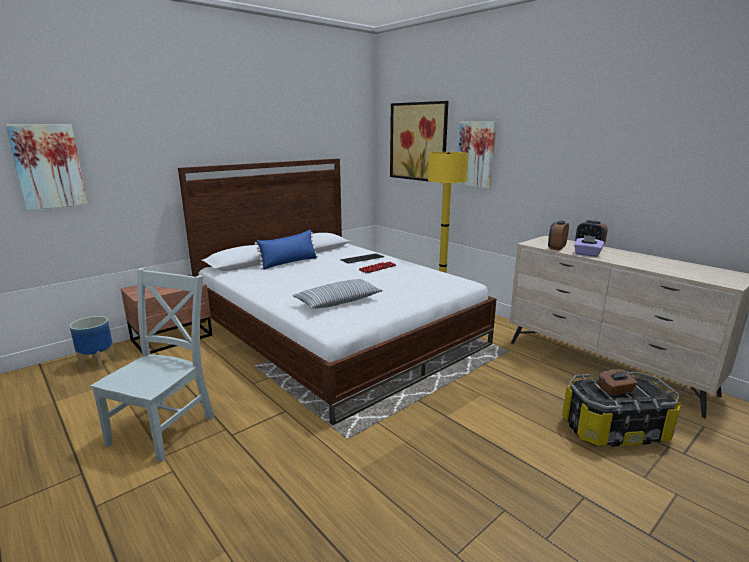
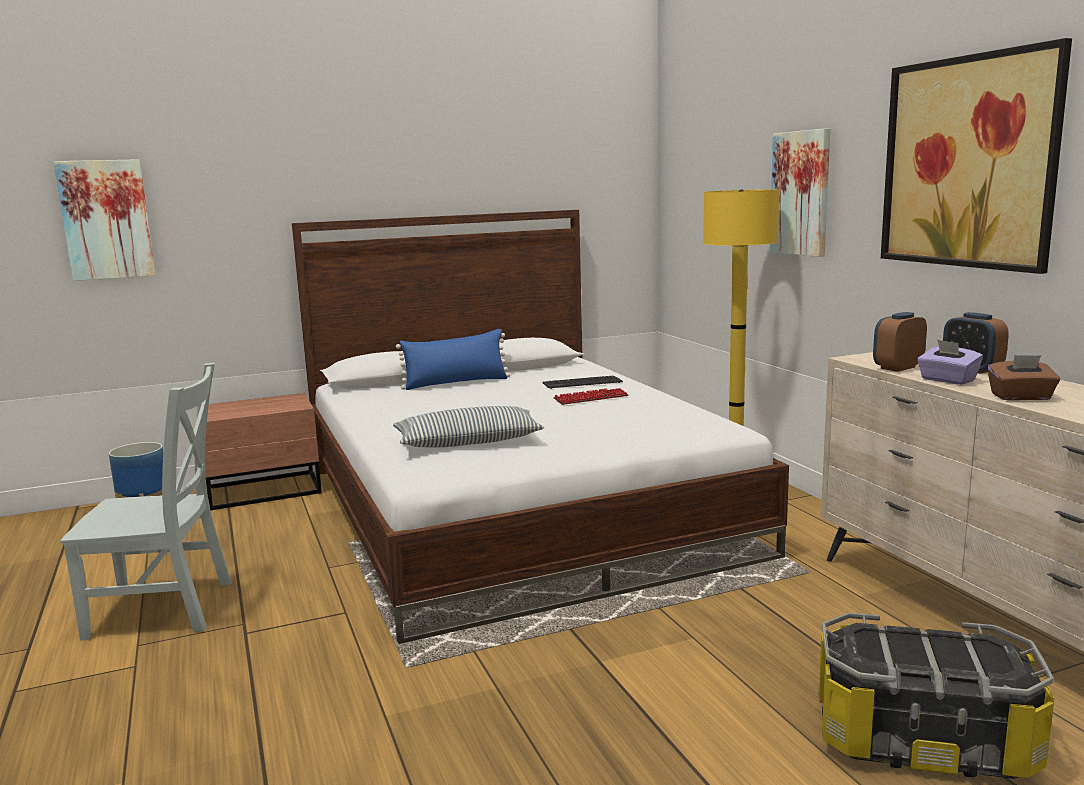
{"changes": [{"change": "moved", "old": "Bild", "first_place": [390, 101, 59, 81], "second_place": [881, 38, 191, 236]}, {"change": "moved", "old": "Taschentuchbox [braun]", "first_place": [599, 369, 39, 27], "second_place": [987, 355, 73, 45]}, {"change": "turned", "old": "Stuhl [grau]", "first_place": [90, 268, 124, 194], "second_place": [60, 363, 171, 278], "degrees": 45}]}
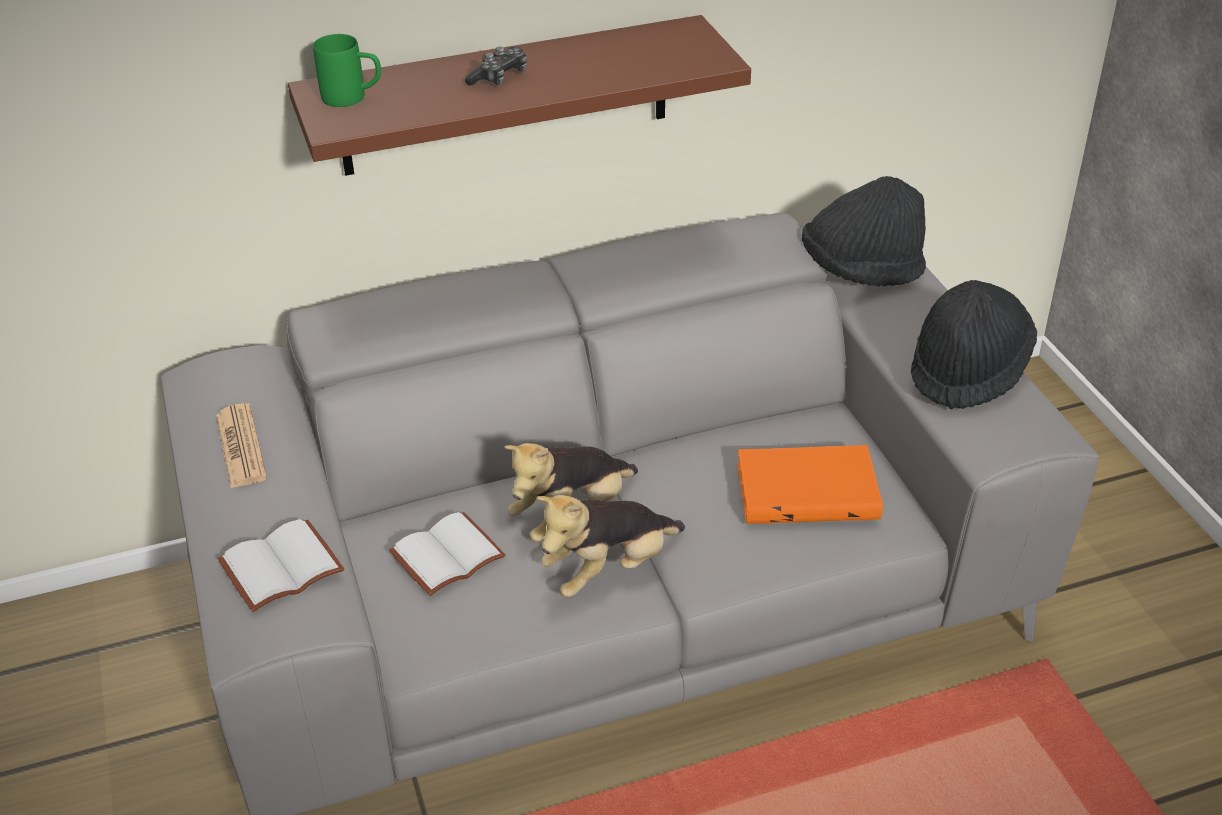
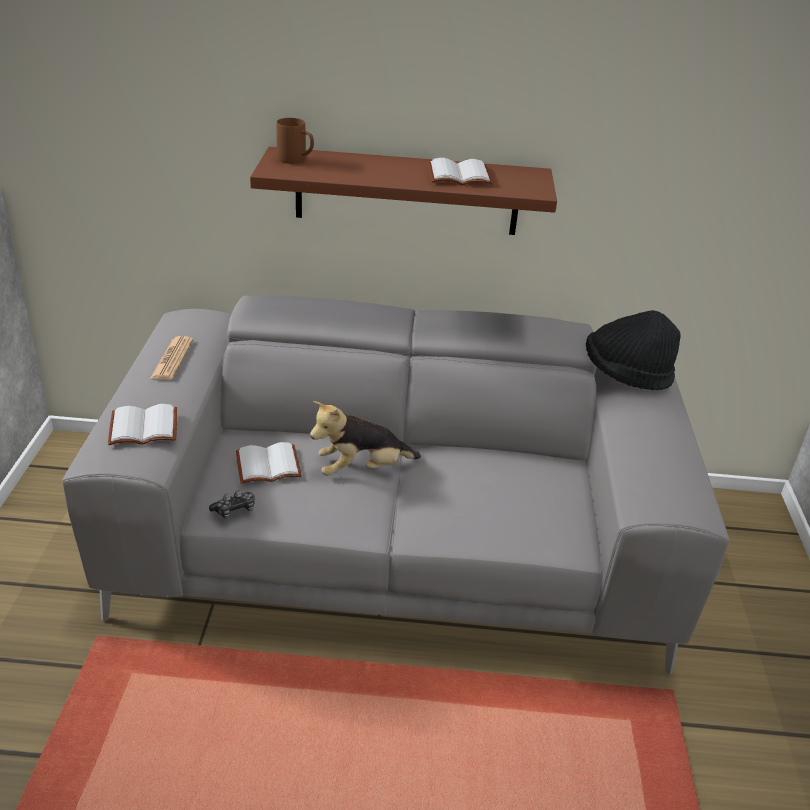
{"changes": [{"change": "removed", "old": "Plüschtier", "first_place": [537, 495, 148, 103]}, {"change": "removed", "old": "Buch [orange]", "first_place": [737, 445, 146, 79]}, {"change": "removed", "old": "Hut [schwarz]", "first_place": [911, 280, 126, 129]}, {"change": "added", "new": "Buch [weiß]", "second_place": [428, 158, 65, 27]}, {"change": "moved", "old": "Gamepad", "first_place": [465, 47, 62, 39], "second_place": [209, 490, 46, 29]}, {"change": "recoloured", "old": "Henkelbecher [grün]", "new": "Henkelbecher [braun]", "first_place": [313, 34, 68, 73], "second_place": [276, 118, 38, 46]}]}
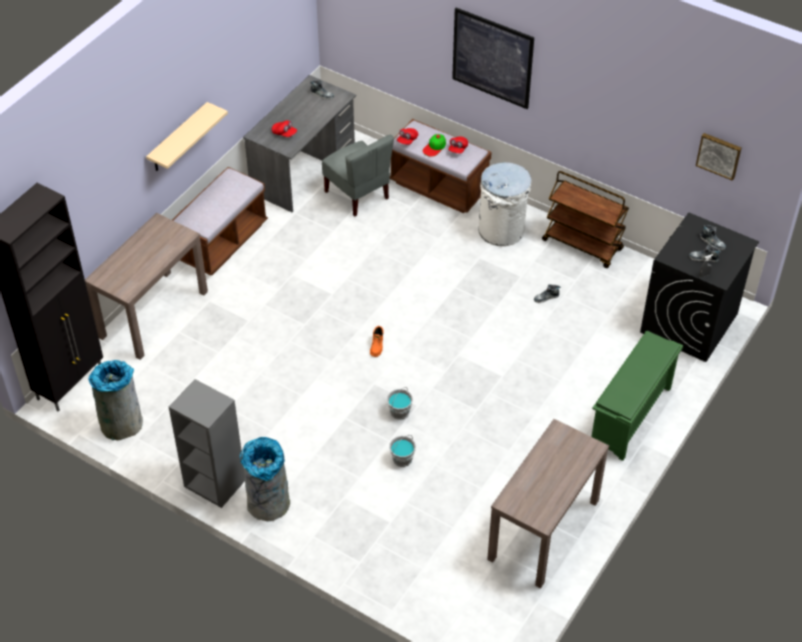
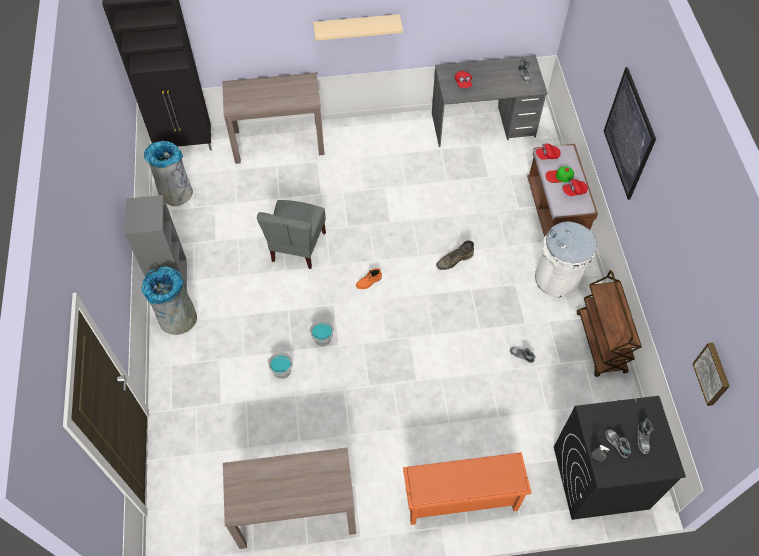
{"changes": [{"change": "removed", "old": "Bank [braun]", "first_place": [172, 167, 96, 109]}, {"change": "added", "new": "Stiefel [grün]", "second_place": [436, 240, 38, 30]}, {"change": "moved", "old": "Stuhl [grau]", "first_place": [322, 135, 72, 81], "second_place": [257, 200, 69, 69]}, {"change": "recoloured", "old": "Schuhregal [grün]", "new": "Schuhregal [orange]", "first_place": [591, 331, 92, 130], "second_place": [403, 452, 128, 73]}]}
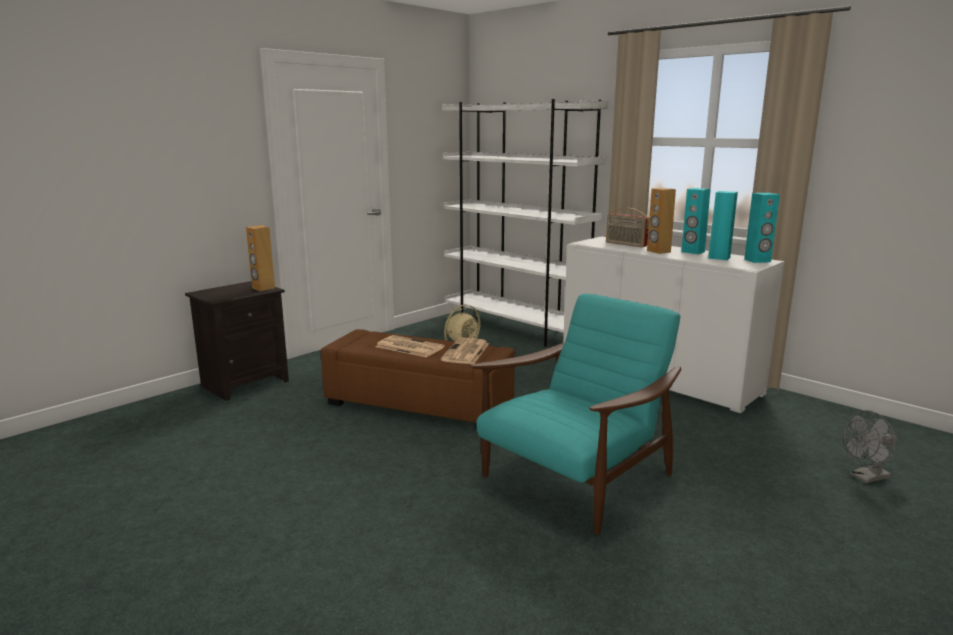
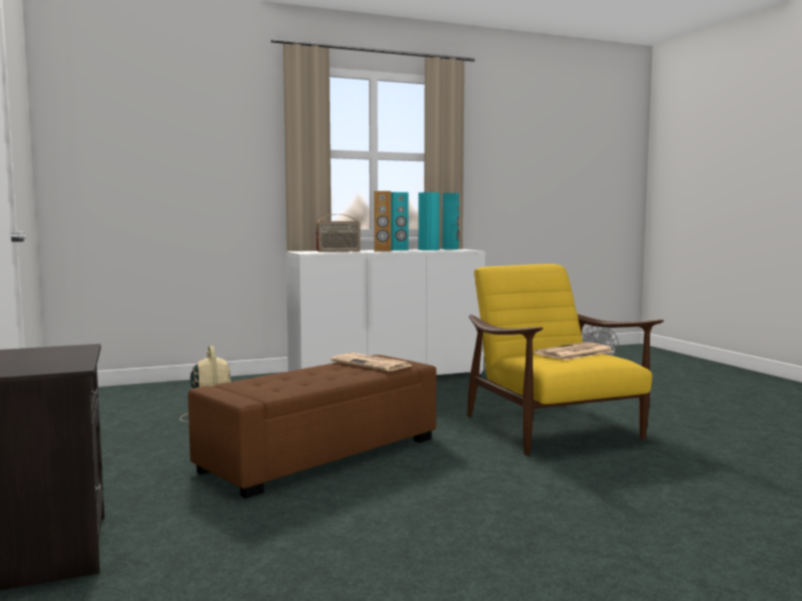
{"changes": [{"change": "removed", "old": "Lautsprecher [braun]", "first_place": [246, 225, 29, 66]}, {"change": "removed", "old": "Bücherregal [weiß]", "first_place": [442, 99, 166, 247]}, {"change": "moved", "old": "Zeitung", "first_place": [376, 335, 68, 22], "second_place": [534, 342, 80, 18]}, {"change": "recoloured", "old": "Sessel [türkis]", "new": "Sessel [gelb]", "first_place": [470, 294, 211, 241], "second_place": [467, 264, 197, 191]}]}
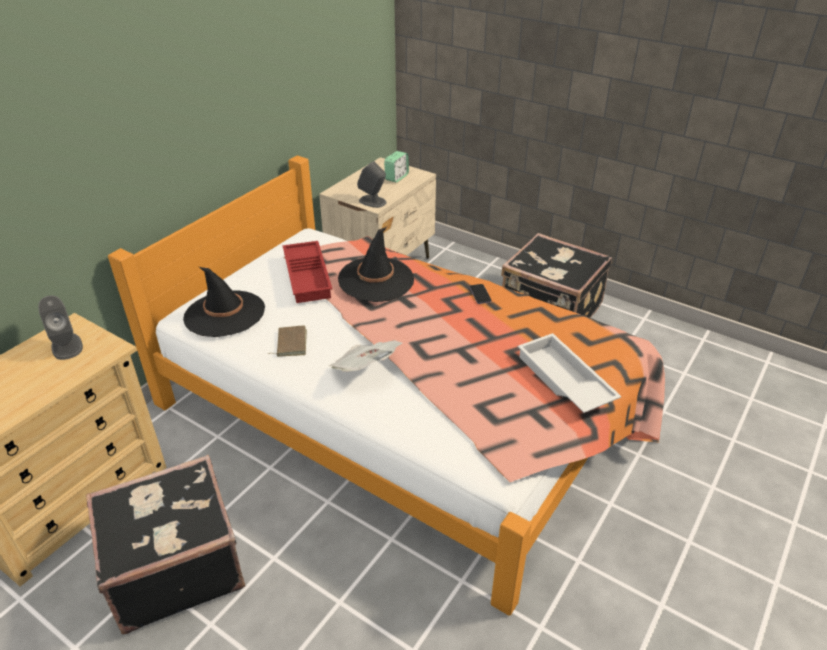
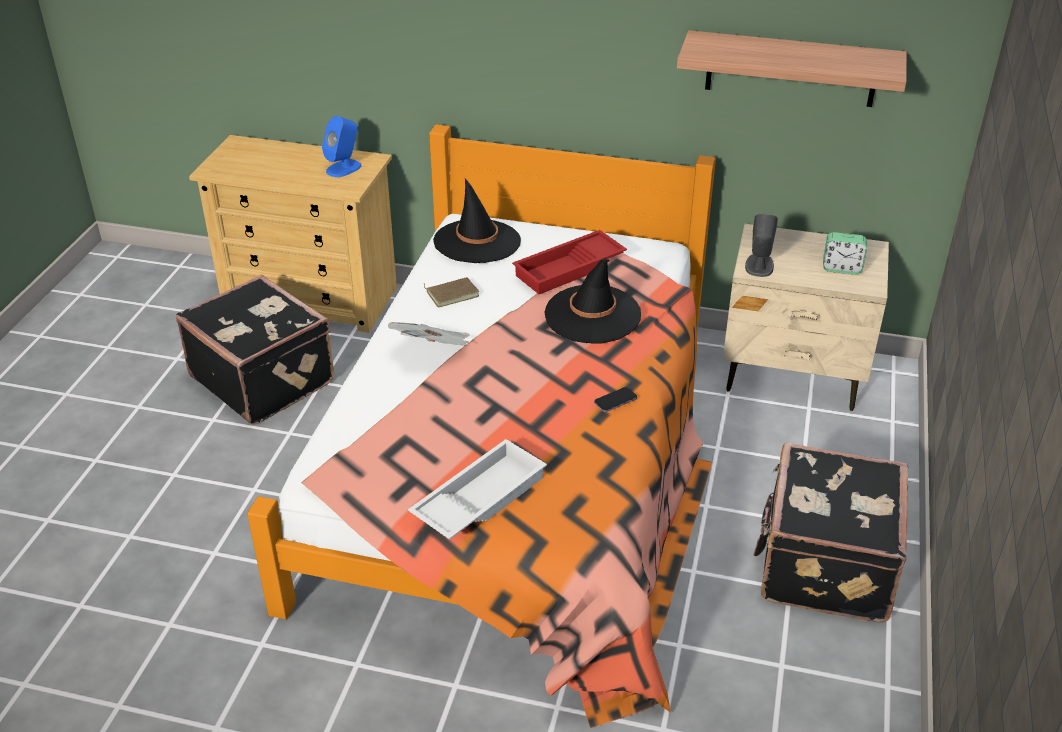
{"changes": [{"change": "added", "new": "Wandregal", "second_place": [677, 30, 230, 77]}, {"change": "recoloured", "old": "Lautsprecher [grau]", "new": "Lautsprecher [blau]", "first_place": [38, 295, 45, 65], "second_place": [322, 116, 39, 61]}]}
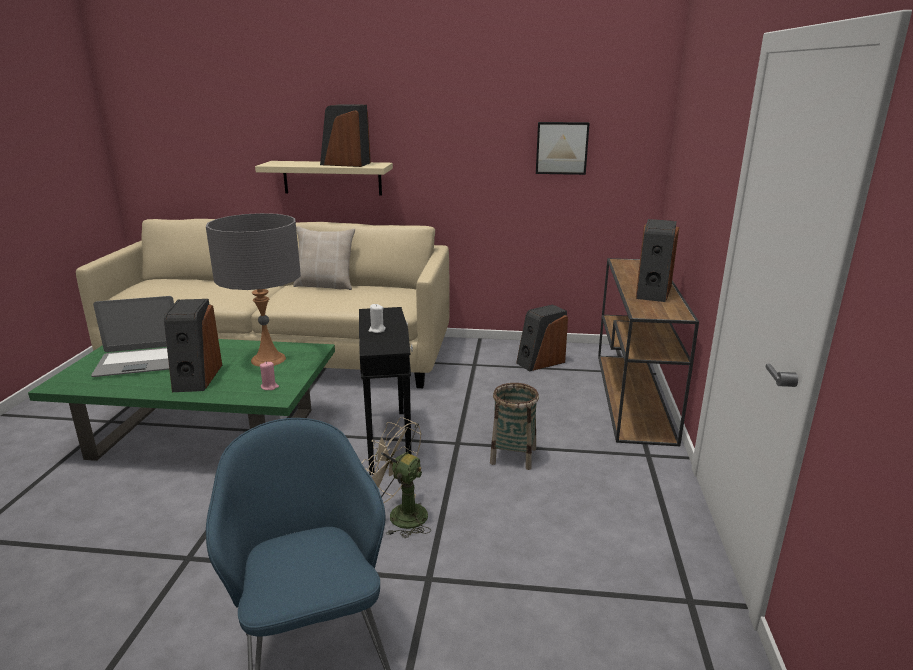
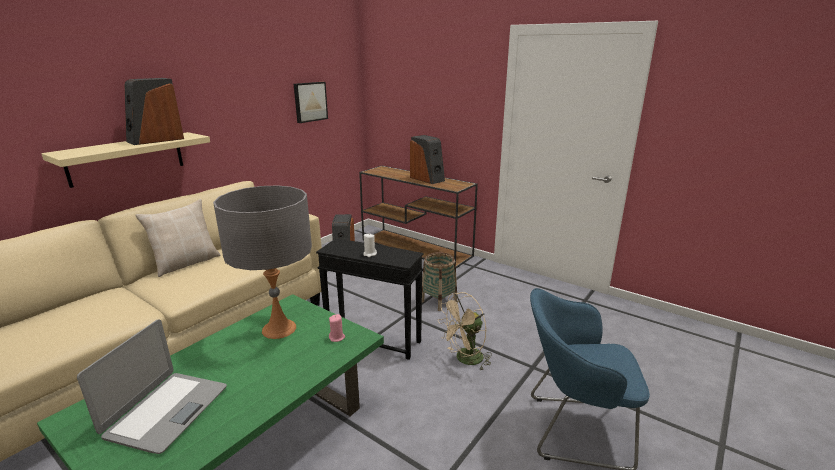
{"changes": [{"change": "removed", "old": "Lautsprecher", "first_place": [164, 299, 58, 93]}]}
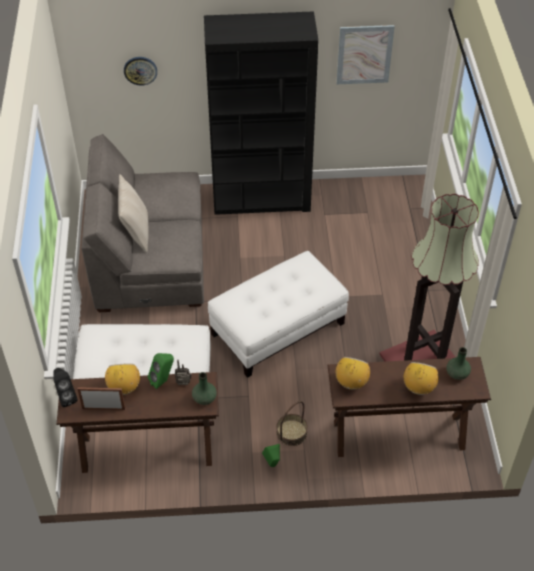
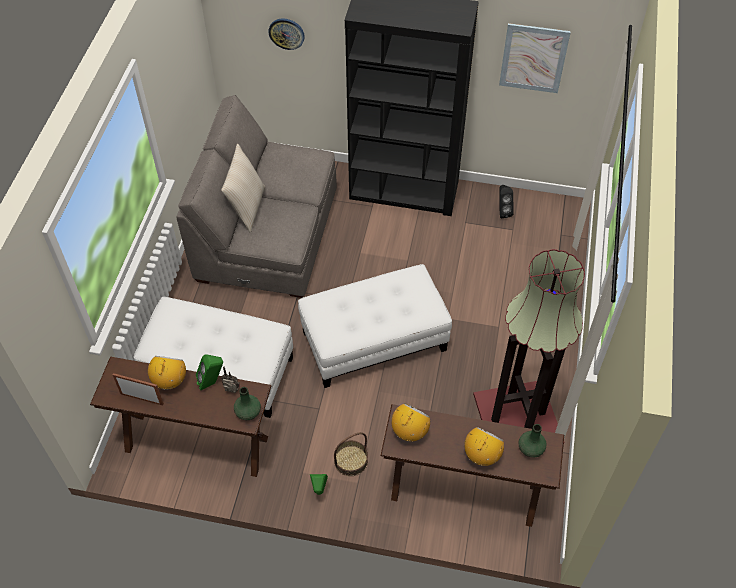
{"changes": [{"change": "moved", "old": "Lautsprecher [schwarz]", "first_place": [53, 368, 25, 39], "second_place": [499, 185, 15, 33]}]}
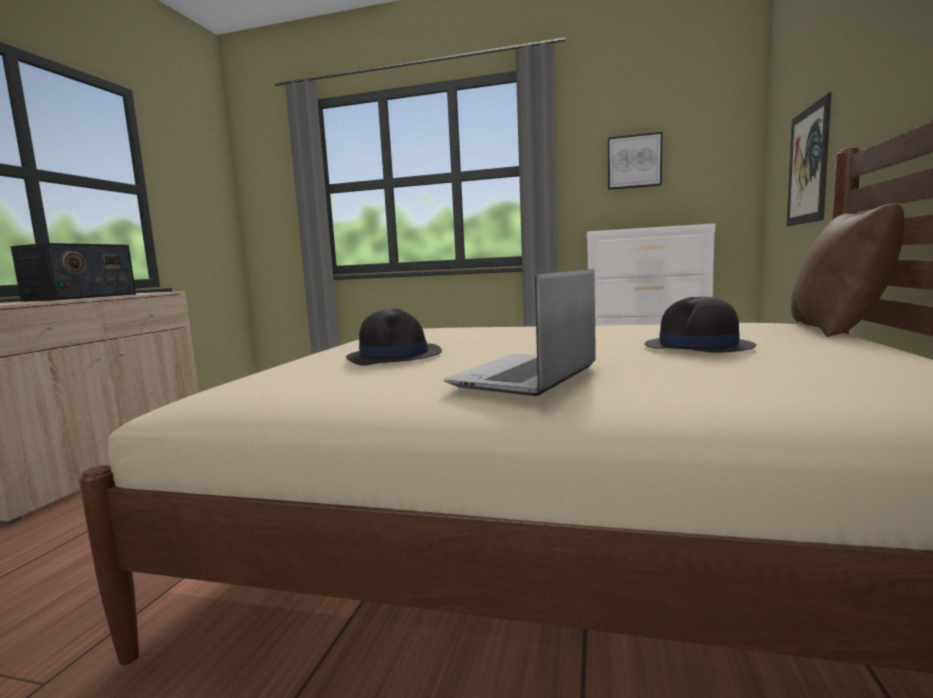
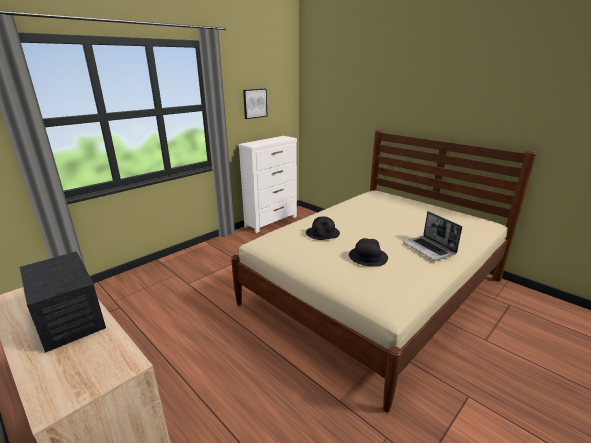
{"changes": [{"change": "removed", "old": "Bild", "first_place": [787, 92, 45, 134]}, {"change": "removed", "old": "Kissen [braun]", "first_place": [791, 203, 114, 134]}, {"change": "moved", "old": "Hut [schwarz]", "first_place": [645, 296, 111, 57], "second_place": [306, 216, 34, 24]}]}
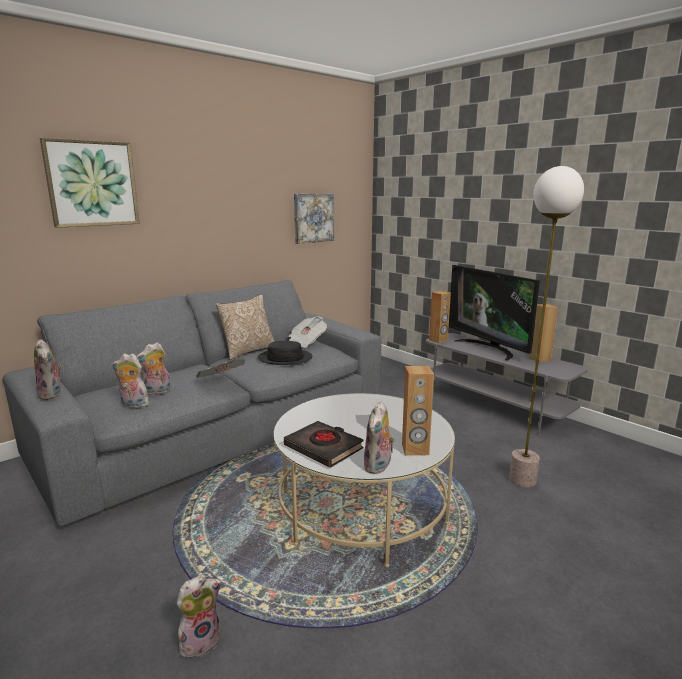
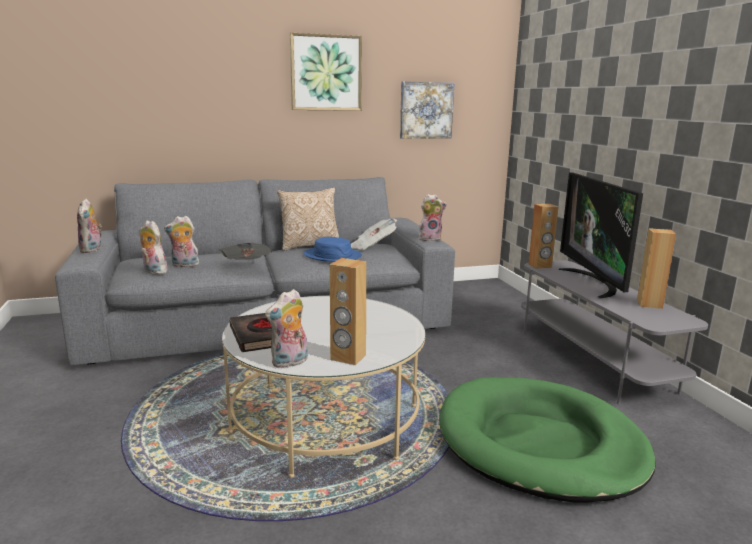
{"changes": [{"change": "moved", "old": "Bild", "first_place": [40, 138, 100, 90], "second_place": [290, 33, 72, 78]}, {"change": "moved", "old": "Plüschtier", "first_place": [177, 576, 45, 85], "second_place": [419, 194, 28, 47]}, {"change": "replaced", "old": "Stehlampe", "new": "Hundebett [grün]", "first_place": [509, 166, 75, 322], "second_place": [440, 377, 216, 126]}, {"change": "recoloured", "old": "Hut [schwarz]", "new": "Hut [blau]", "first_place": [257, 341, 55, 24], "second_place": [304, 237, 58, 25]}]}
